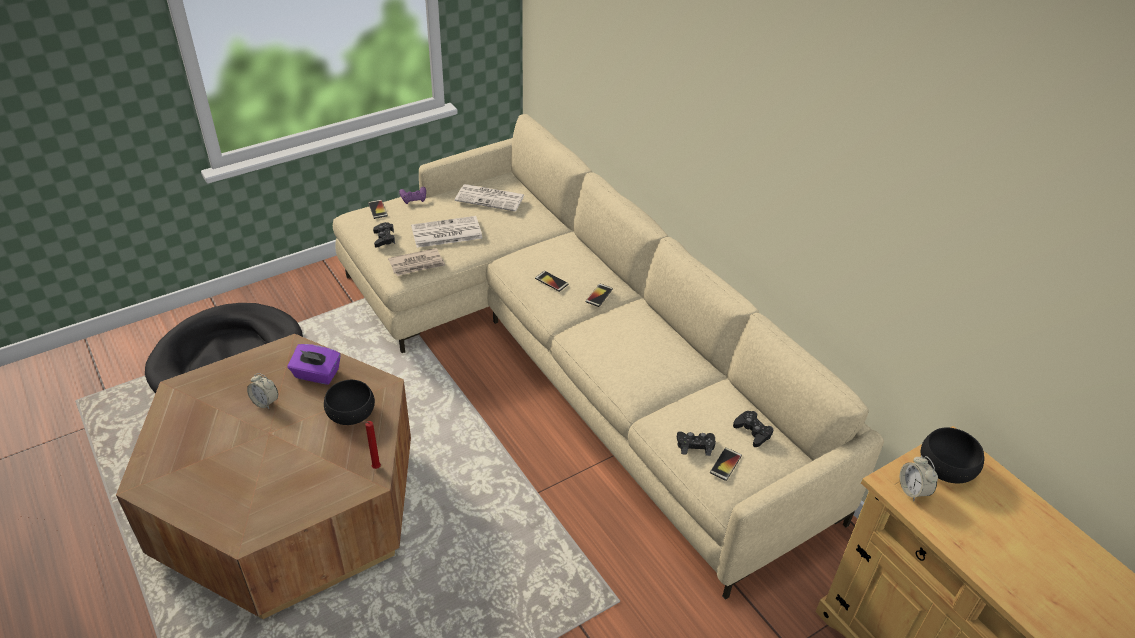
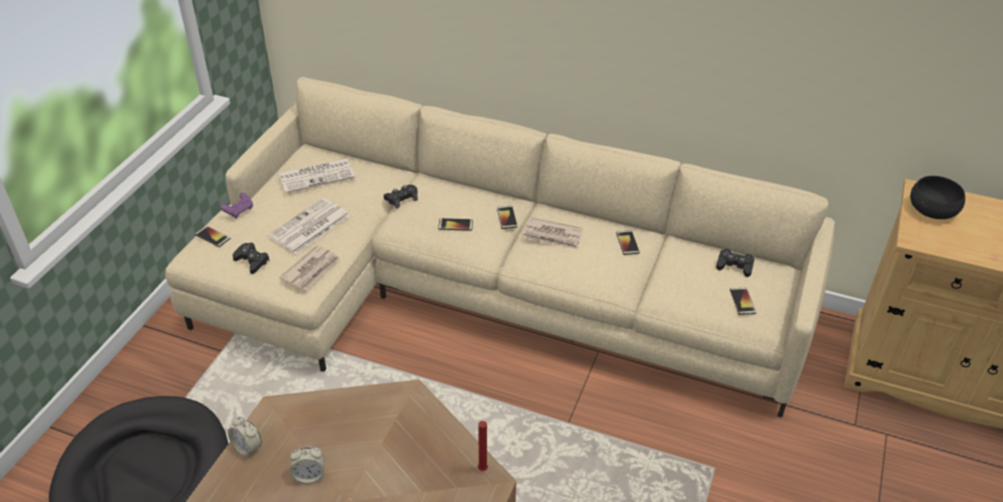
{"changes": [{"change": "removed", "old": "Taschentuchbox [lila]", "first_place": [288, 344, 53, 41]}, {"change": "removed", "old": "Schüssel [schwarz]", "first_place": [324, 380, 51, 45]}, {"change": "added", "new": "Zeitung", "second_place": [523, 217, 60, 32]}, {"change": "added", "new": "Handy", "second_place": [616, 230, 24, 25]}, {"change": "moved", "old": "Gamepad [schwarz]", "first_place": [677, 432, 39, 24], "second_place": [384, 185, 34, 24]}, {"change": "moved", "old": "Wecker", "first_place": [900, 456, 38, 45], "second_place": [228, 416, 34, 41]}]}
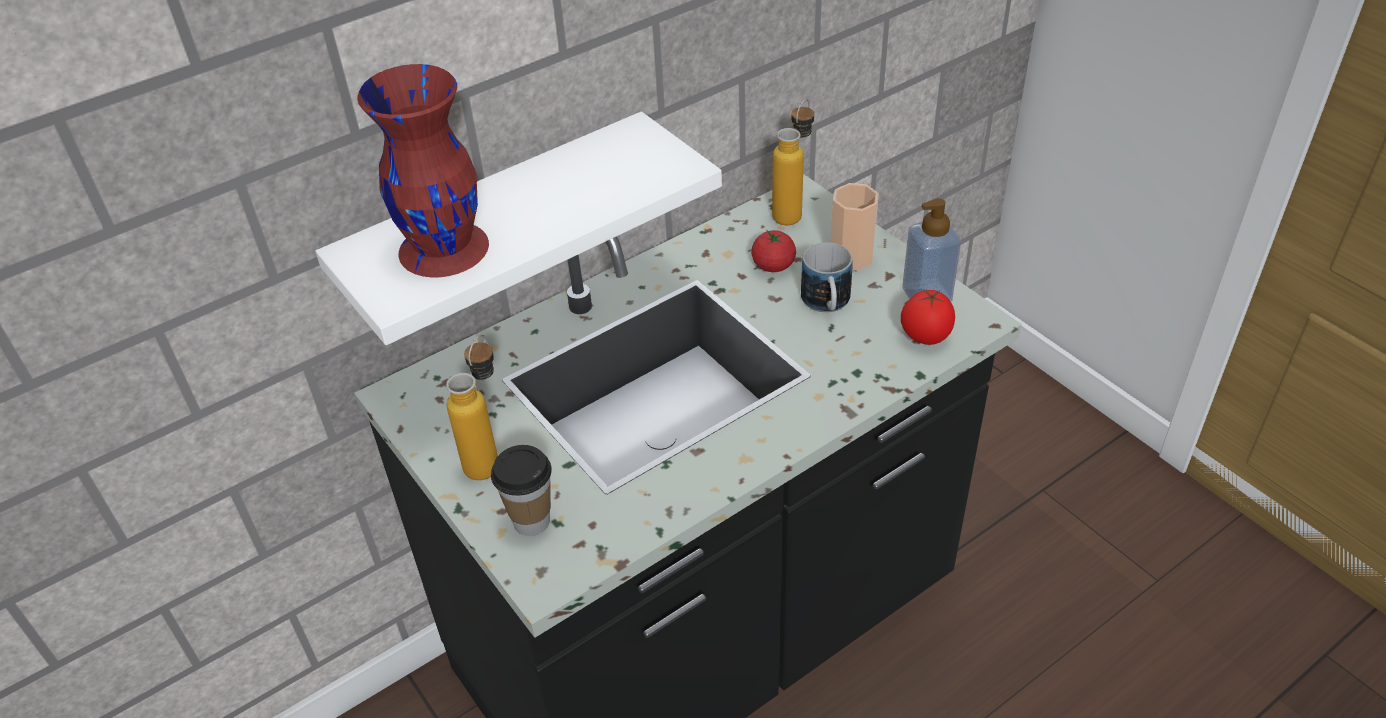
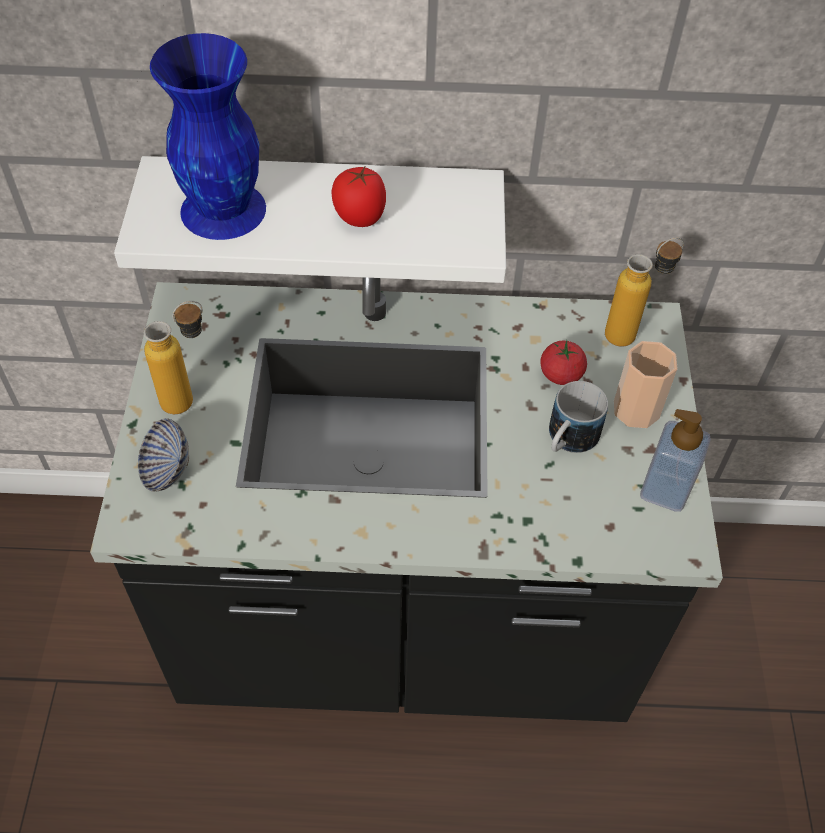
{"changes": [{"change": "moved", "old": "Tomate", "first_place": [901, 289, 54, 56], "second_place": [332, 167, 54, 60]}, {"change": "replaced", "old": "Tasse", "new": "Schüssel", "first_place": [491, 445, 61, 91], "second_place": [138, 418, 51, 73]}, {"change": "recoloured", "old": "Vase [rot]", "new": "Vase [blau]", "first_place": [357, 64, 132, 213], "second_place": [150, 33, 116, 207]}]}
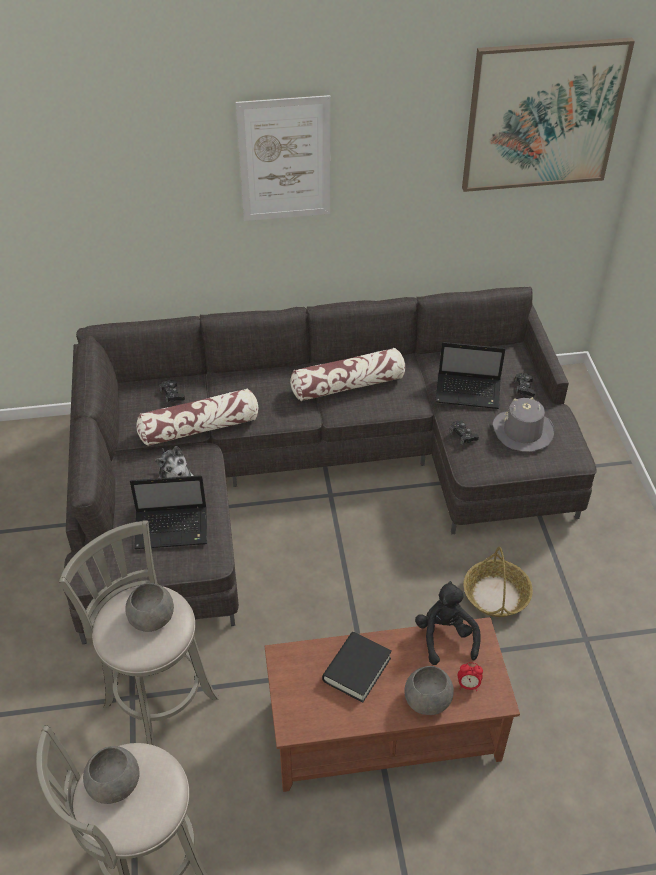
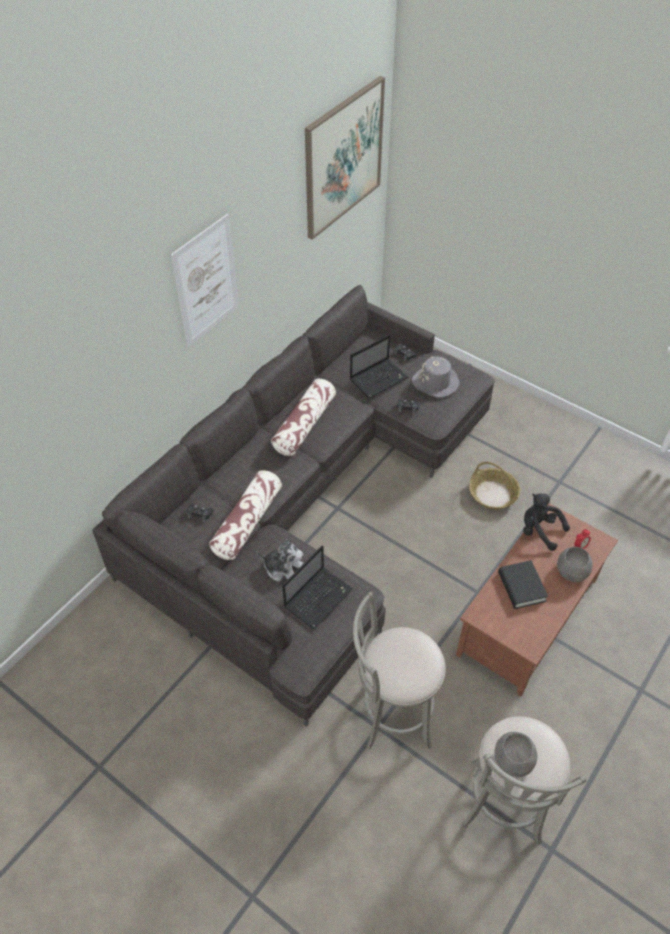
{"changes": [{"change": "removed", "old": "Schüssel [grau]", "first_place": [125, 583, 49, 49]}]}
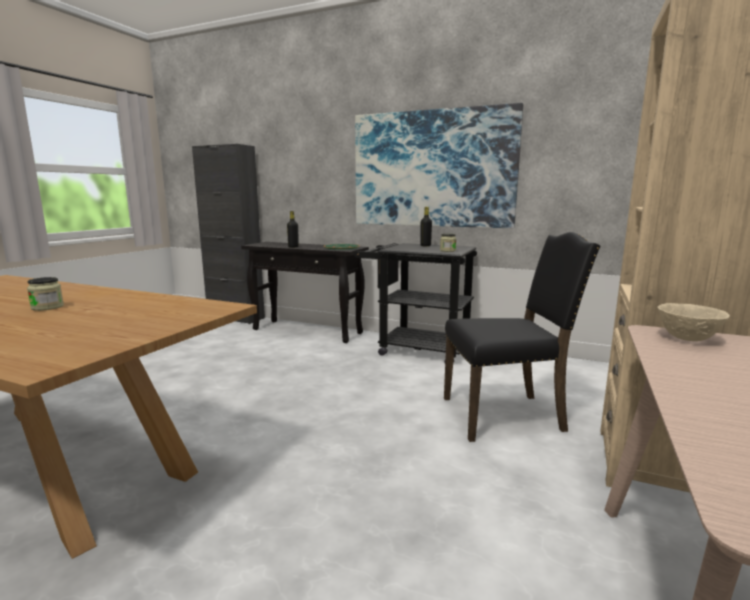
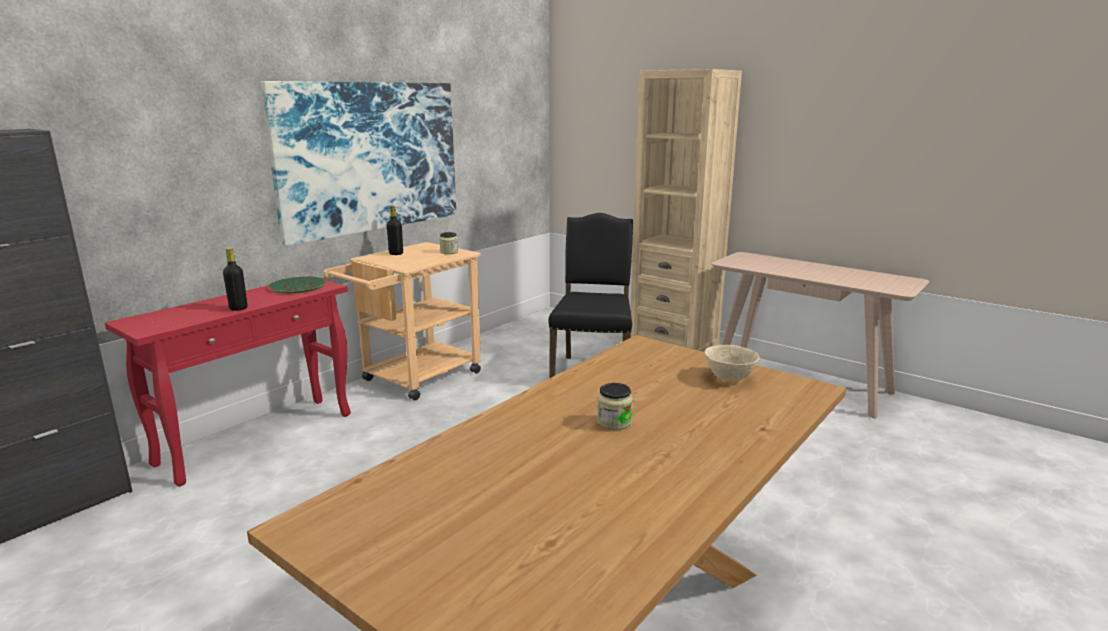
{"changes": [{"change": "moved", "old": "Schüssel [beige]", "first_place": [657, 303, 73, 38], "second_place": [705, 345, 54, 36]}, {"change": "recoloured", "old": "Konsolentisch [schwarz]", "new": "Konsolentisch [rot]", "first_place": [241, 242, 128, 101], "second_place": [105, 276, 246, 211]}, {"change": "recoloured", "old": "Rollwagen [schwarz]", "new": "Rollwagen [beige]", "first_place": [354, 243, 123, 120], "second_place": [323, 242, 159, 158]}]}
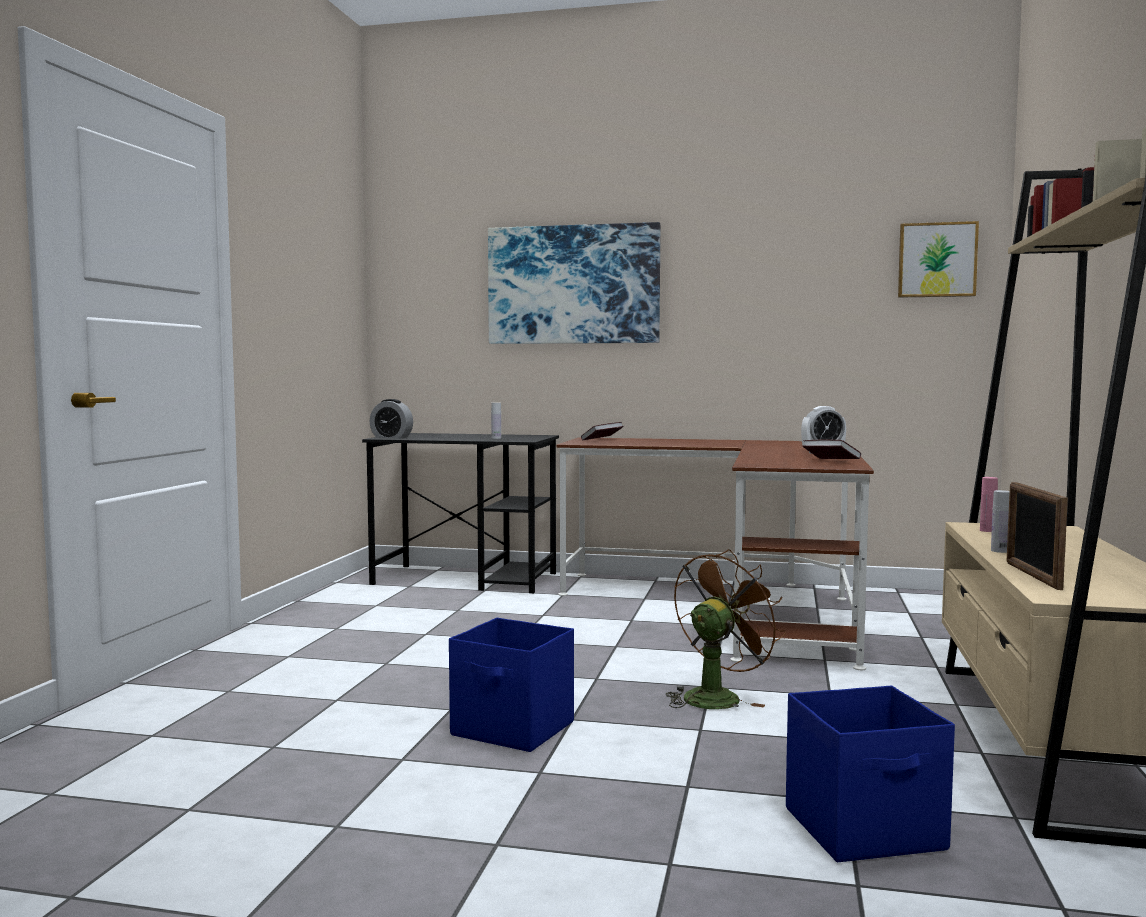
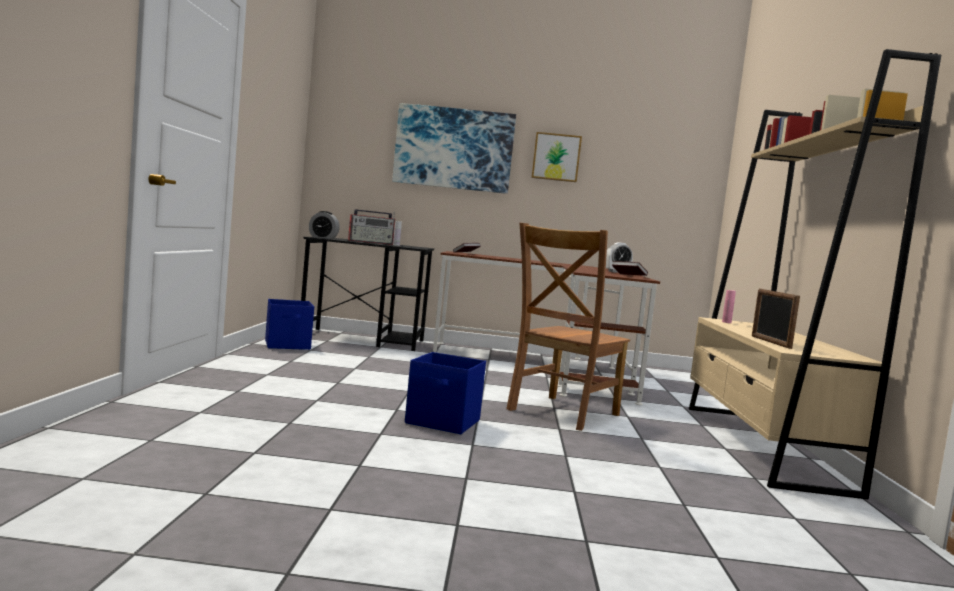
{"changes": [{"change": "removed", "old": "Flasche [weiß]", "first_place": [991, 490, 19, 63]}, {"change": "added", "new": "Radio", "second_place": [348, 209, 47, 36]}, {"change": "moved", "old": "Aufbewahrungsbox [blau]", "first_place": [786, 686, 169, 176], "second_place": [265, 299, 49, 51]}, {"change": "moved", "old": "Bild", "first_place": [898, 221, 81, 77], "second_place": [532, 132, 50, 50]}, {"change": "replaced", "old": "Ventilator [braun]", "new": "Stuhl [braun]", "first_place": [666, 549, 120, 160], "second_place": [506, 223, 124, 208]}]}
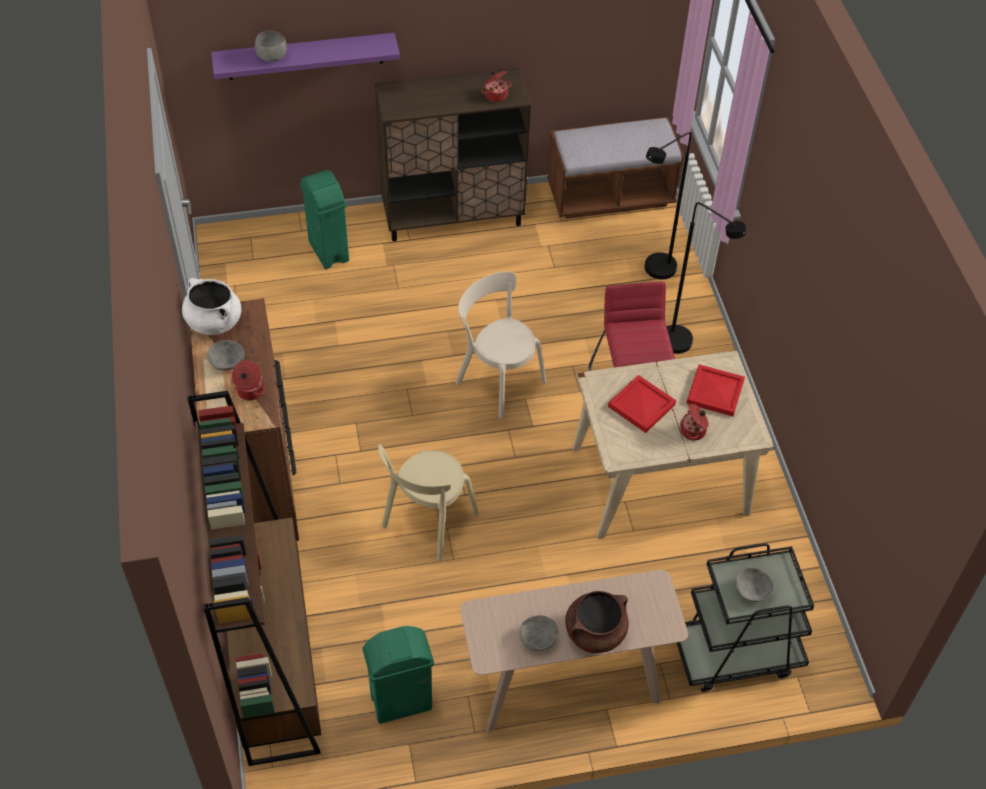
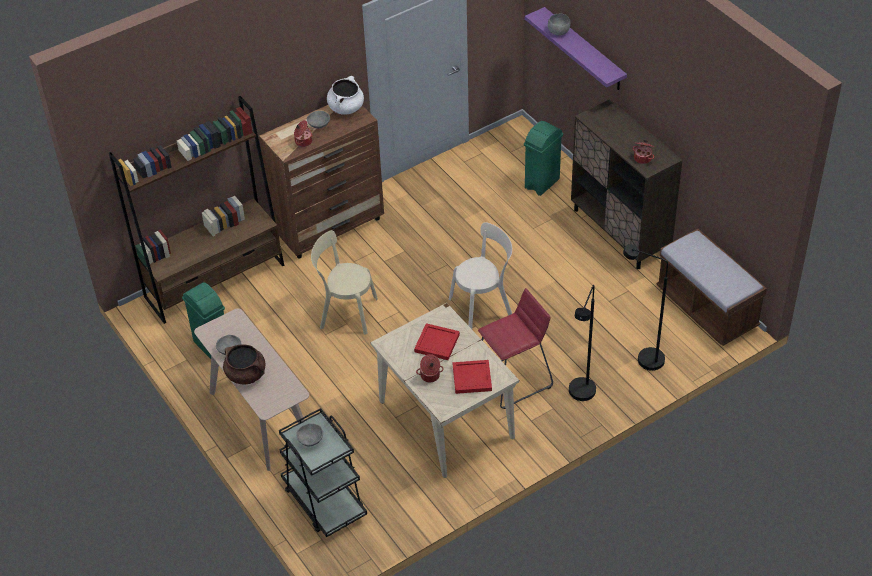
{"changes": [{"change": "turned", "old": "Stuhl [beige]", "first_place": [456, 271, 90, 147], "second_place": [449, 222, 63, 107], "degrees": 45}]}
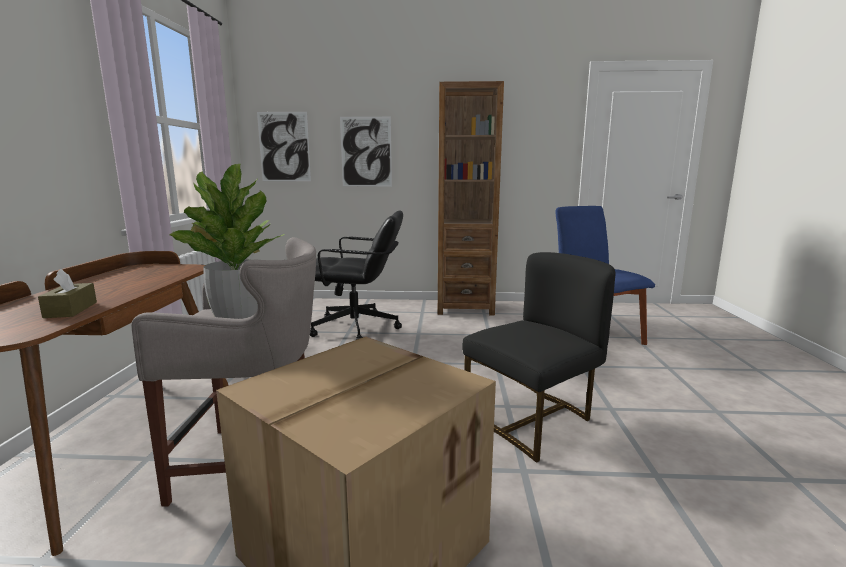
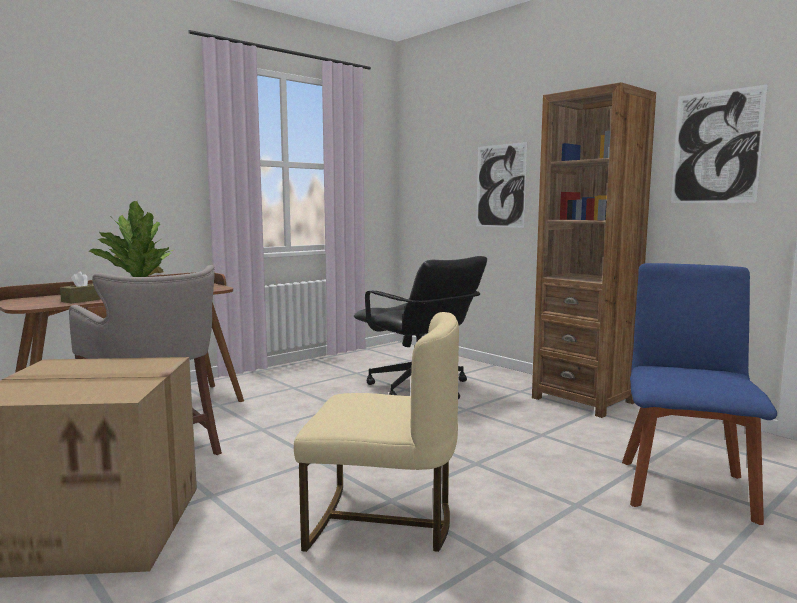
{"changes": [{"change": "moved", "old": "Bild", "first_place": [257, 112, 54, 69], "second_place": [671, 84, 97, 119]}, {"change": "recoloured", "old": "Stuhl [schwarz]", "new": "Stuhl [beige]", "first_place": [462, 252, 153, 211], "second_place": [294, 312, 165, 240]}]}
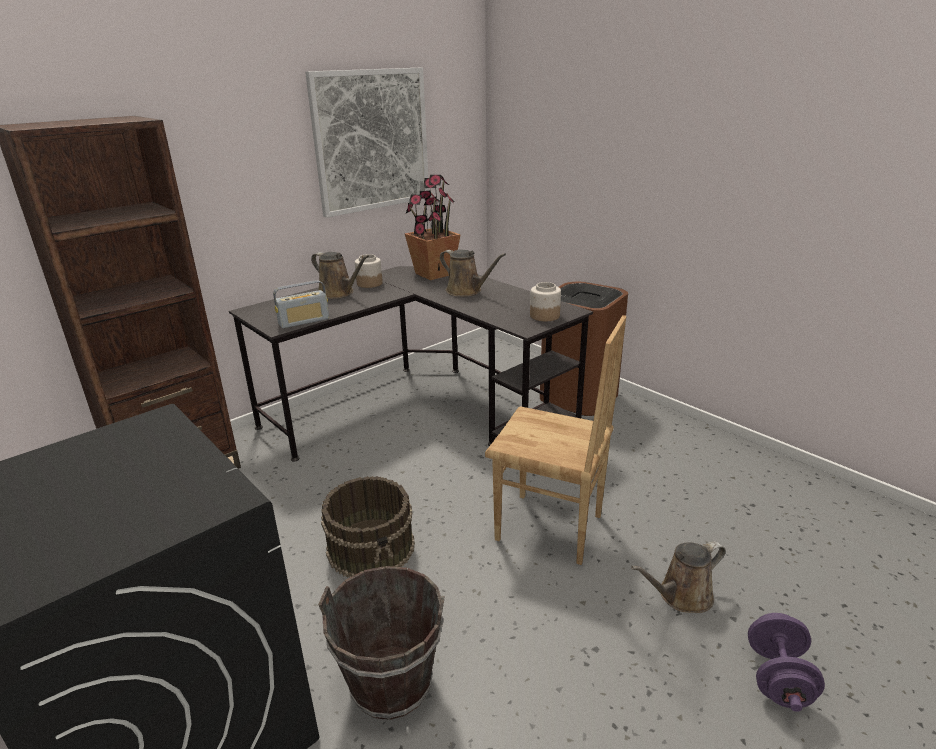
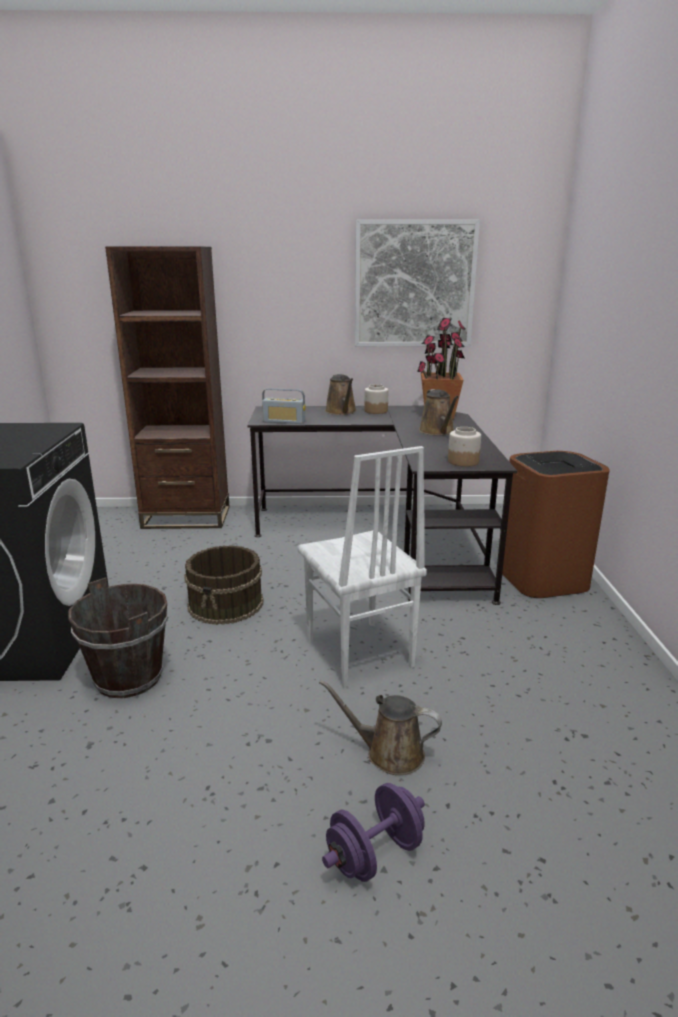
{"changes": [{"change": "recoloured", "old": "Stuhl [braun]", "new": "Stuhl [weiß]", "first_place": [485, 315, 142, 250], "second_place": [298, 446, 129, 242]}]}
